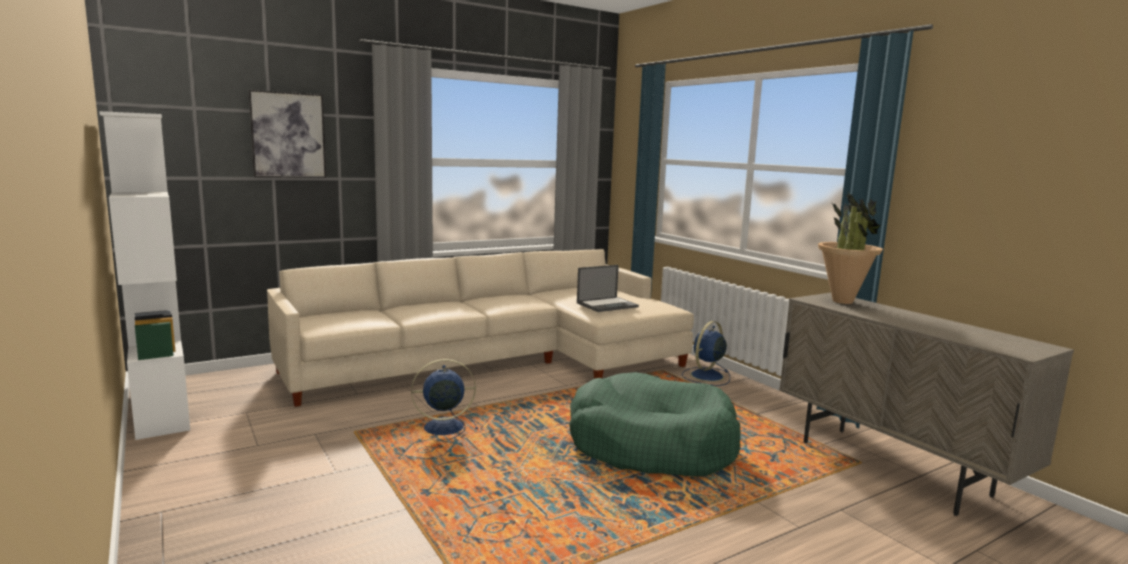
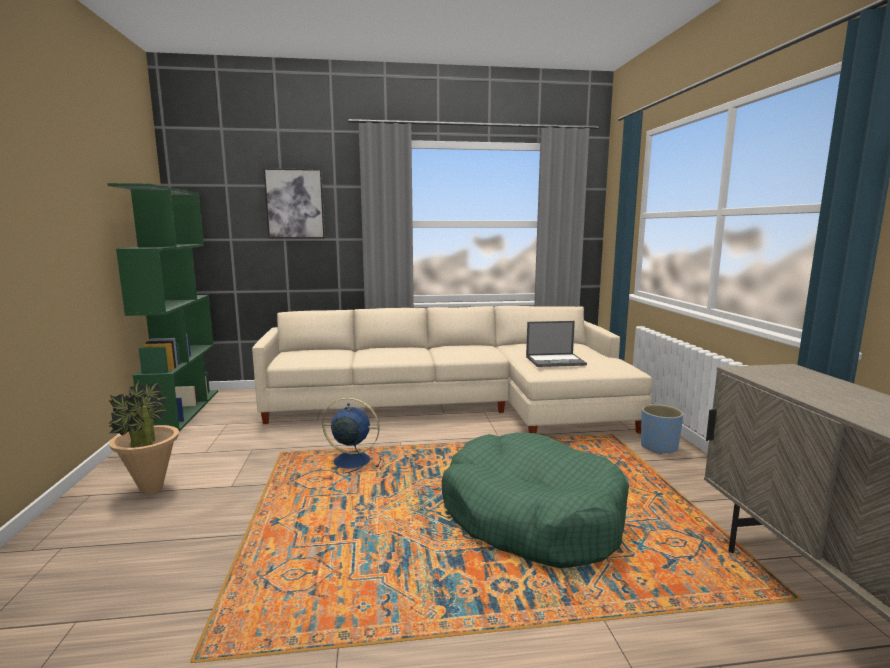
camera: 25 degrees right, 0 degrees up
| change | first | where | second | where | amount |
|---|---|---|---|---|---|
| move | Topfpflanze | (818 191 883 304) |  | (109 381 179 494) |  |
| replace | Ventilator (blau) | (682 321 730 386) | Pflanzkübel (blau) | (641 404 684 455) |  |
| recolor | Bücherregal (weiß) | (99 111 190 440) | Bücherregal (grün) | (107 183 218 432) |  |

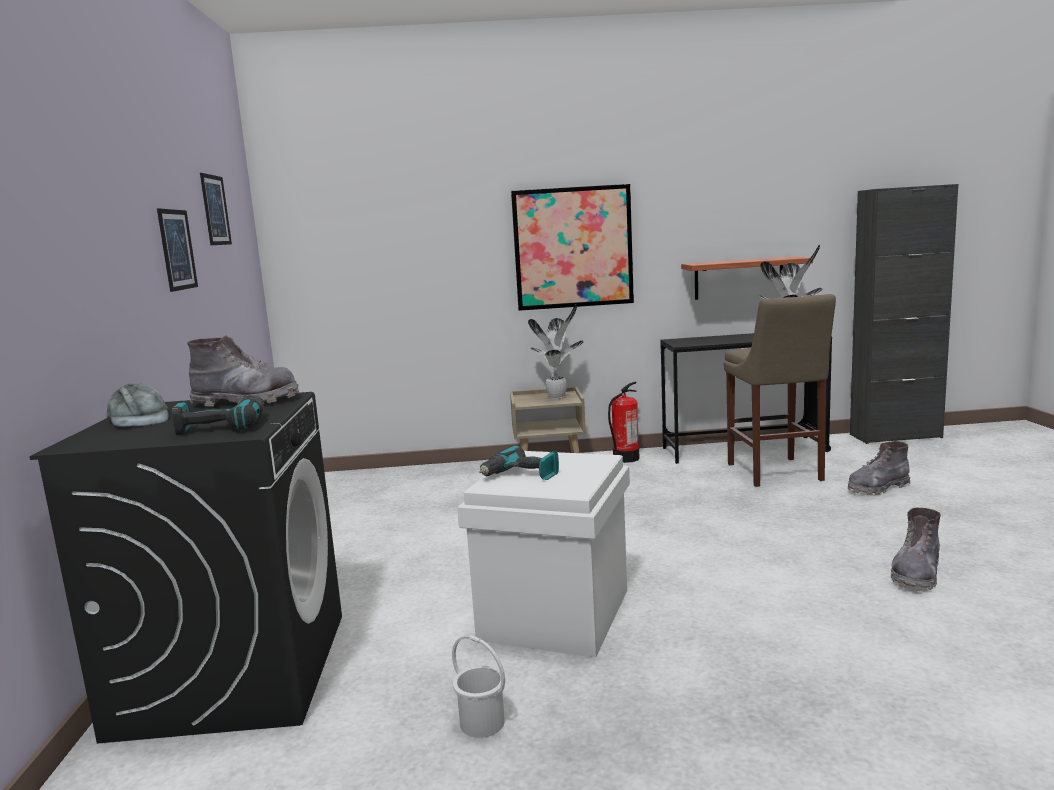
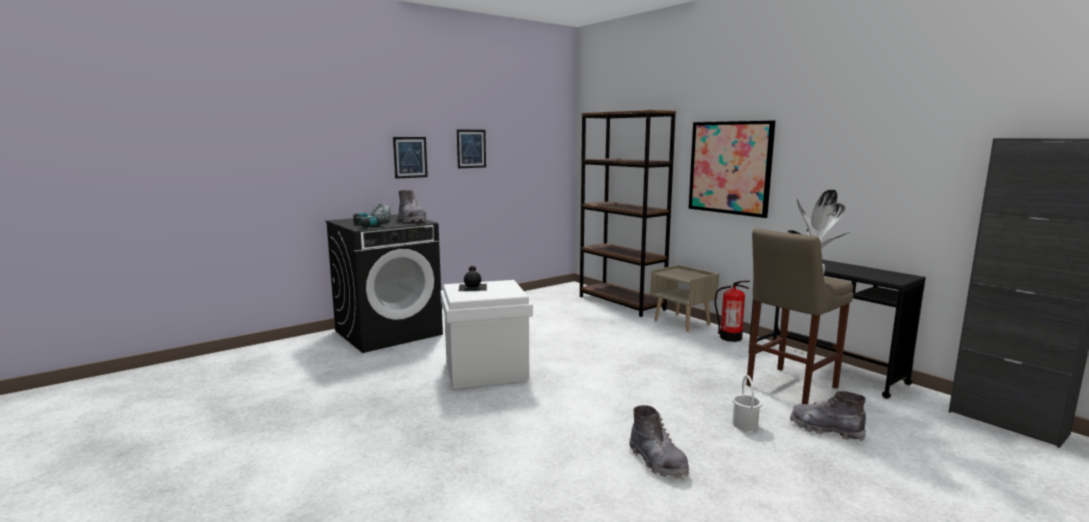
camera: 55 degrees right, 0 degrees up
| change | first | where | second | where | amount |
|---|---|---|---|---|---|
| delete | Topfpflanze | (528 304 584 399) |  |  |  |
| delete | Wandregal | (681 257 813 300) |  |  |  |
| insert |  |  | Bücherregal (braun) | (580 110 676 317) |  |
| move | Bild | (200 173 232 245) |  | (393 137 428 179) |  |
| move | Eimer (weiß) | (452 635 505 738) |  | (732 375 762 431) |  |
| replace | Bohrmaschine | (479 445 559 480) | Flasche (schwarz) | (458 266 487 291) |  |
| rotate | Stiefel (grau) | (891 508 941 591) |  | (629 405 689 478) | 120 degrees counterclockwise |

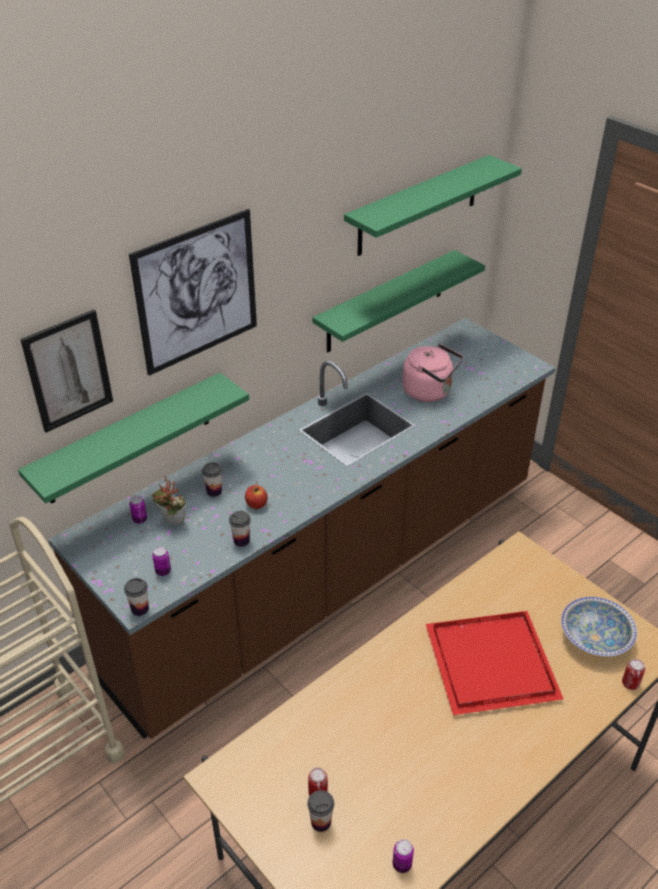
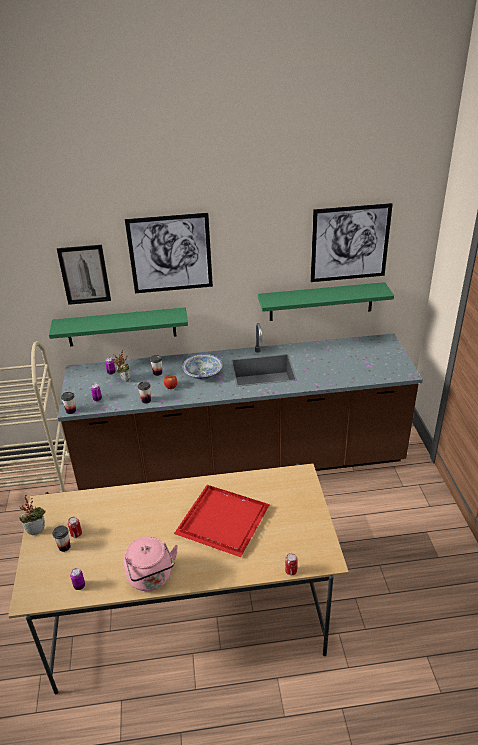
camera: 35 degrees right, 5 degrees down
| change | first | where | second | where | amount |
|---|---|---|---|---|---|
| insert |  |  | Topfpflanze | (19 495 46 535) |  |
| move | Wasserkessel (rosa) | (402 344 463 402) |  | (123 536 178 591) |  |
| move | Schüssel | (561 597 637 657) |  | (183 354 222 379) |  |
| replace | Wandregal (grün) | (344 155 522 256) | Bild | (311 203 393 282) |  |

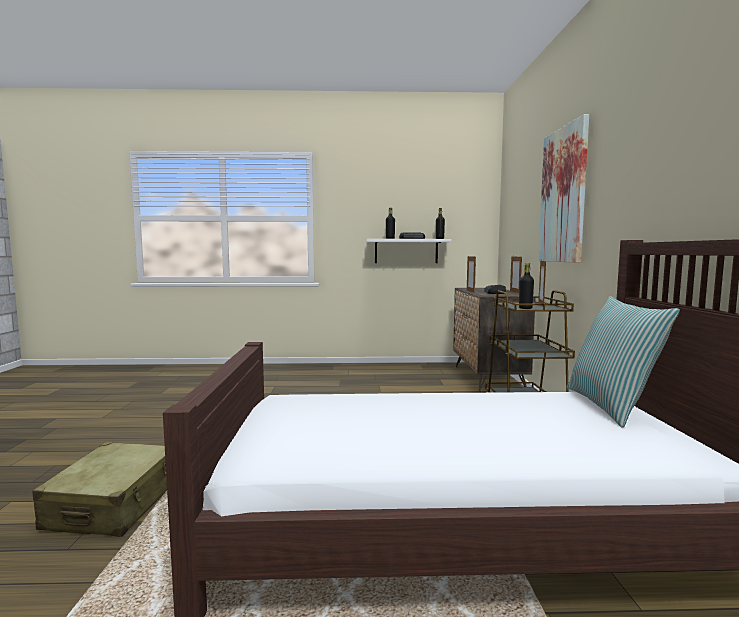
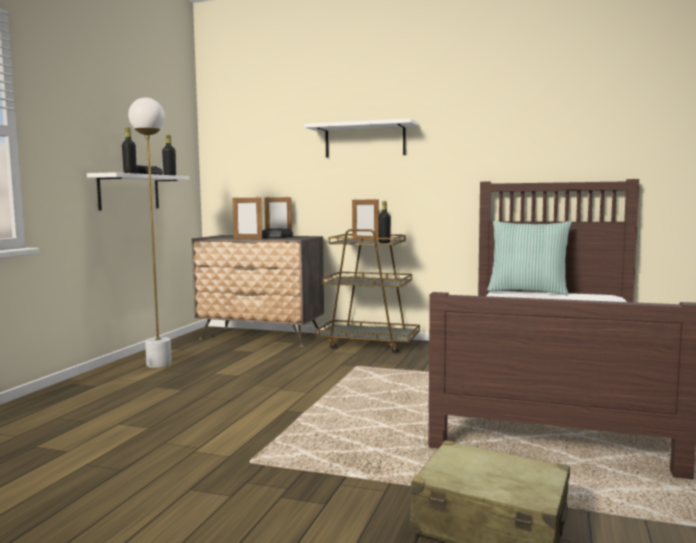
camera: 70 degrees left, 0 degrees up
| change | first | where | second | where | amount |
|---|---|---|---|---|---|
| insert |  |  | Stehlampe (weiß) | (128 97 172 368) |  |
| replace | Bild | (538 114 589 263) | Wandregal (weiß) | (304 118 418 158) |  |

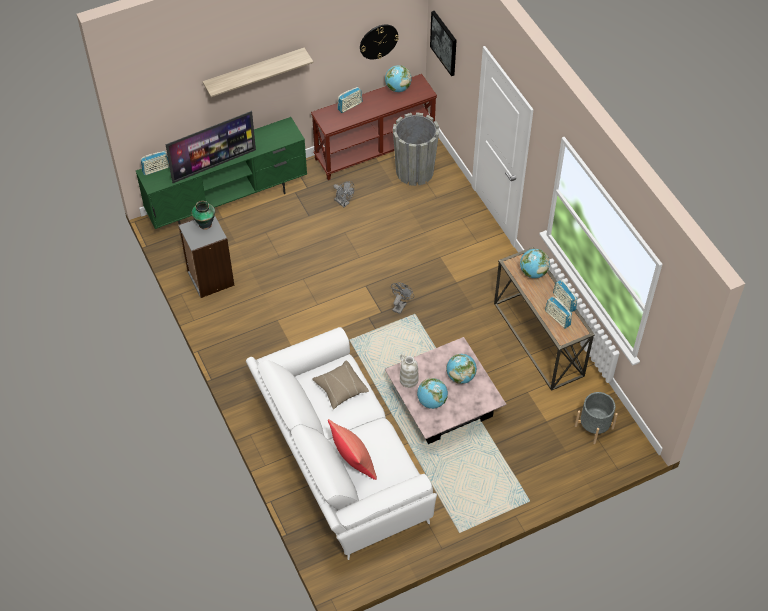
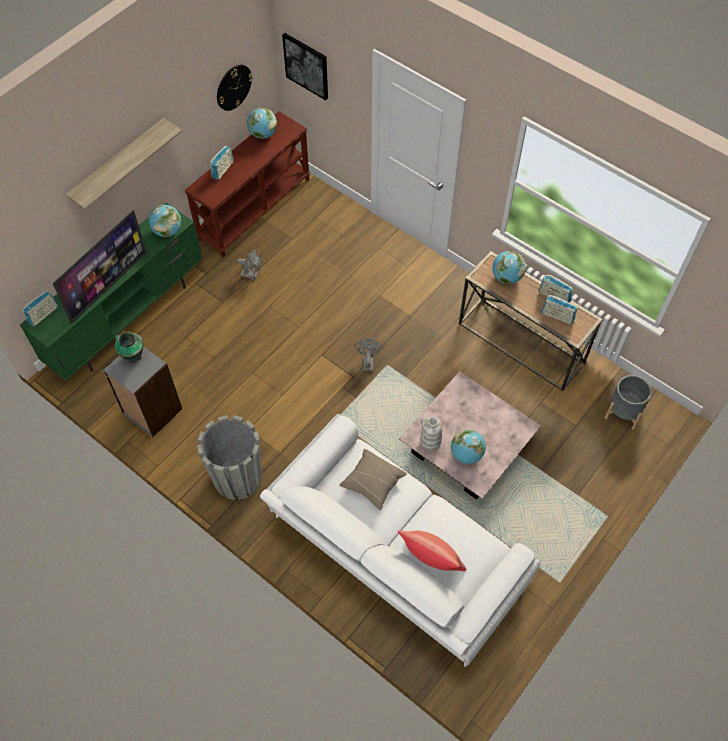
camera: 25 degrees left, 5 degrees up
| change | first | where | second | where | amount |
|---|---|---|---|---|---|
| move | Pflanzkübel (grau) | (393 112 439 186) |  | (197 415 262 500) |  |
| move | Globus | (446 354 477 384) |  | (148 205 181 237) |  |

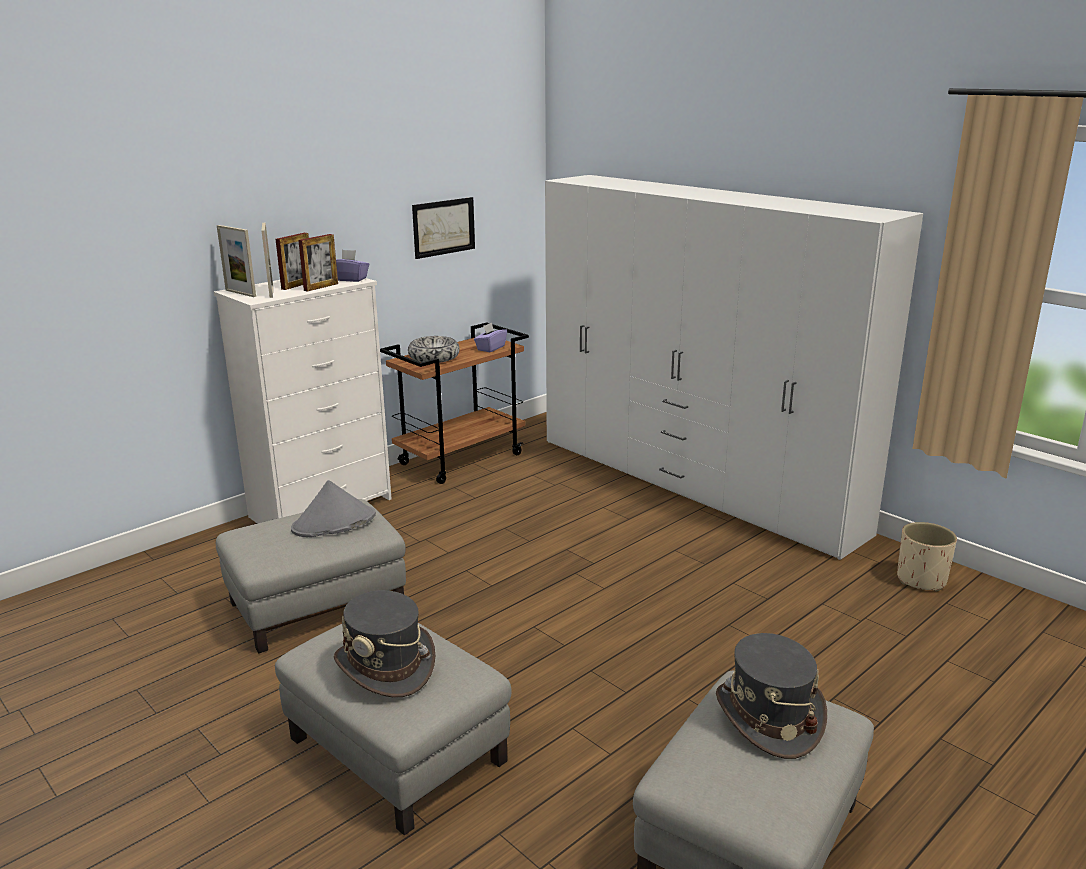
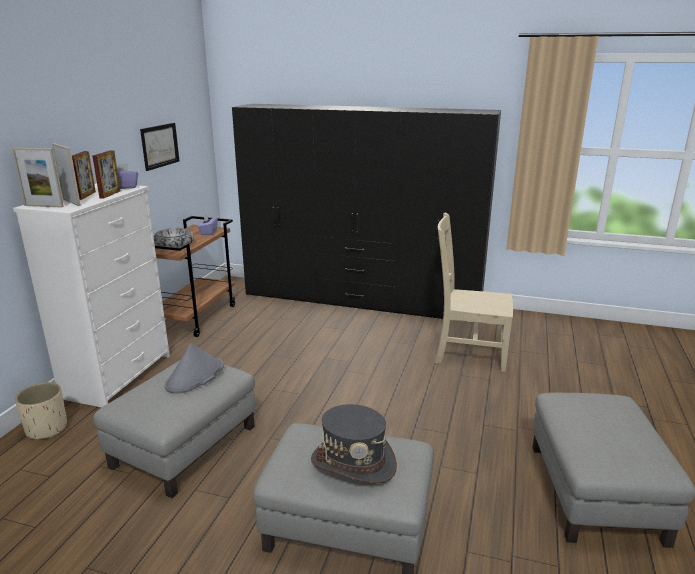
camera: 30 degrees left, 0 degrees up
| change | first | where | second | where | amount |
|---|---|---|---|---|---|
| delete | Hut (grau) | (716 633 827 759) |  |  |  |
| insert |  |  | Stuhl (beige) | (434 212 513 372) |  |
| move | Pflanzkübel (beige) | (897 522 957 592) |  | (15 382 67 439) |  |
| recolor | Kleiderschrank (weiß) | (545 175 923 560) | Kleiderschrank (schwarz) | (232 104 501 323) |  |

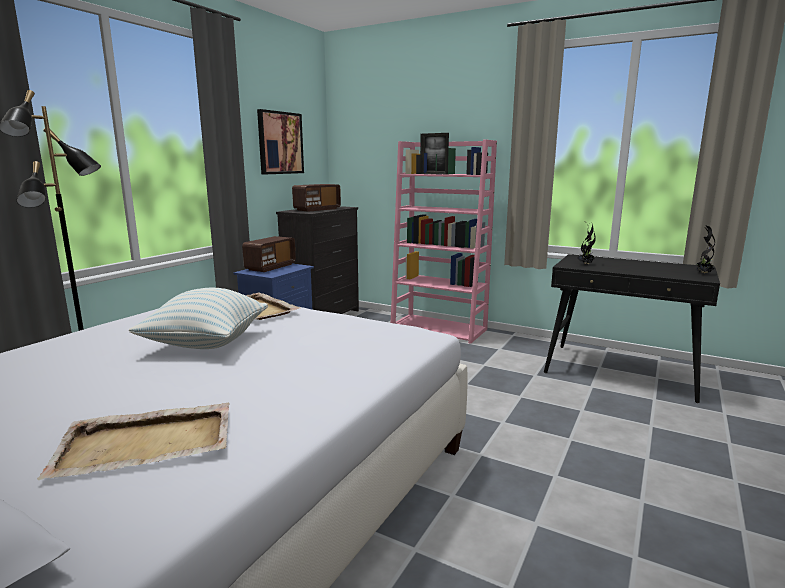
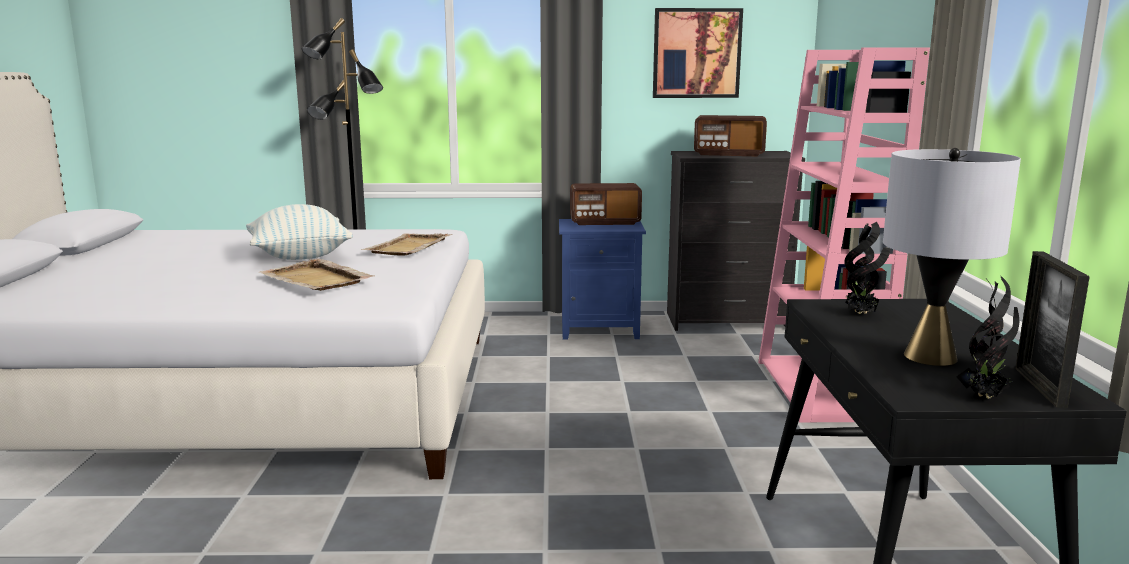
camera: 60 degrees right, 0 degrees up
| change | first | where | second | where | amount |
|---|---|---|---|---|---|
| insert |  |  | Tischlampe (grau) | (883 148 1021 366) |  |
| move | Tablett (beige) | (37 403 230 480) |  | (260 258 374 291) |  |
| move | Bilderrahmen | (420 133 449 174) |  | (1015 251 1090 408) |  |

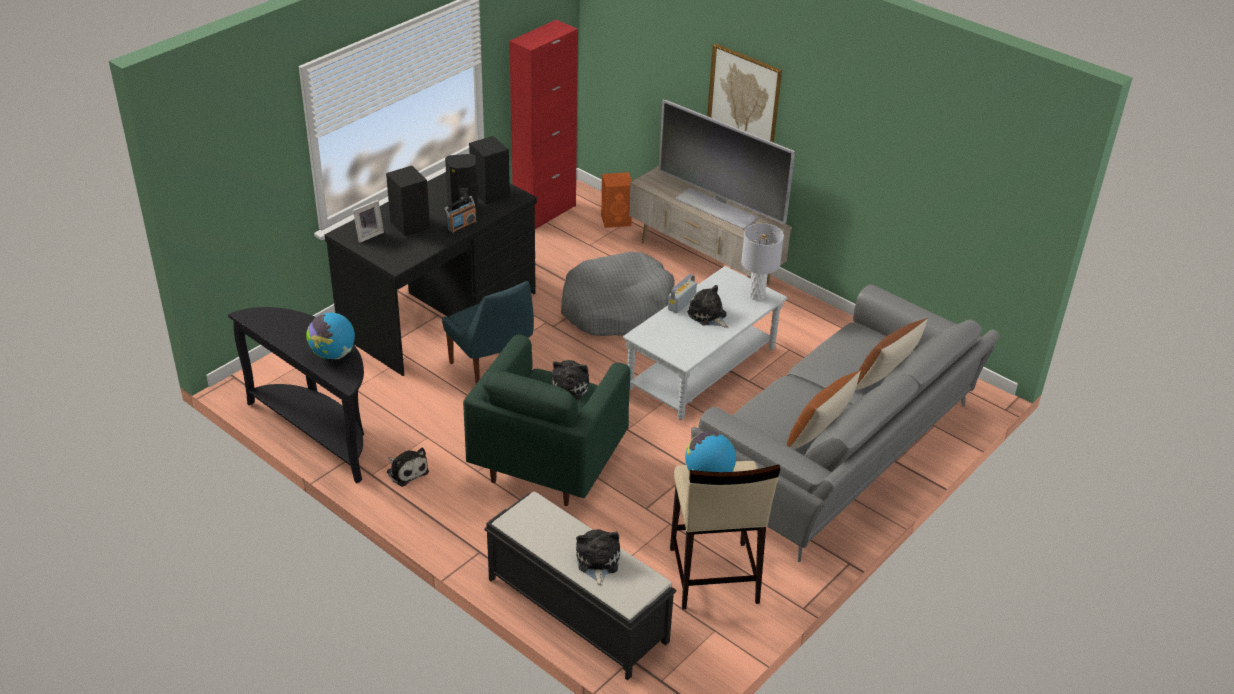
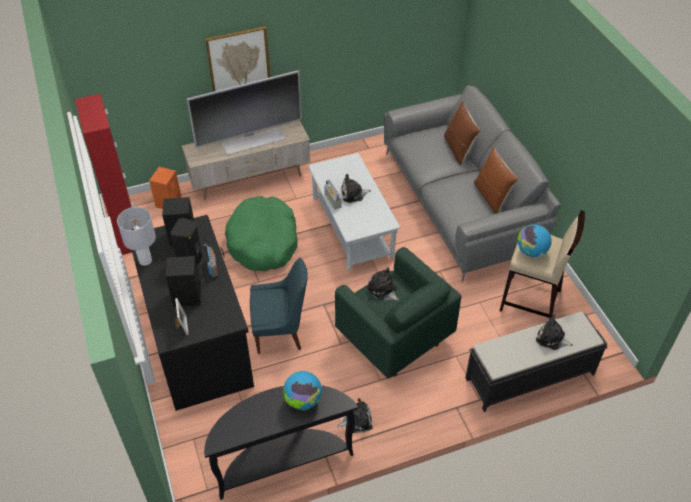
camera: 60 degrees left, 10 degrees up
| change | first | where | second | where | amount |
|---|---|---|---|---|---|
| move | Tischlampe (grau) | (741 223 784 301) |  | (117 207 156 265) |  |
| recolor | Hundebett (grau) | (561 252 675 336) | Hundebett (grün) | (225 196 298 271) |  |

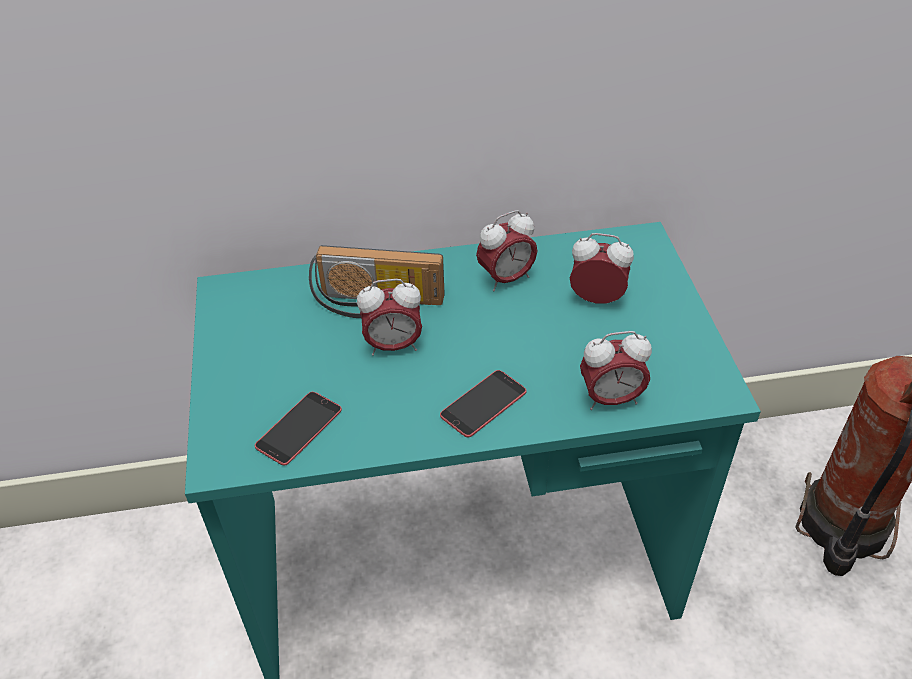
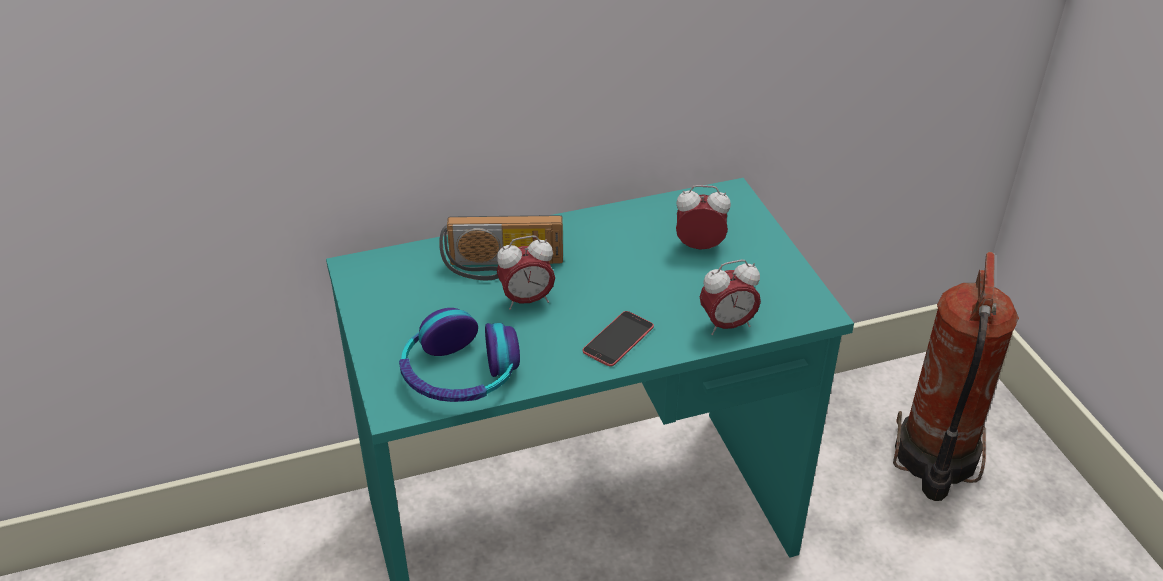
camera: 10 degrees left, 5 degrees down
| change | first | where | second | where | amount |
|---|---|---|---|---|---|
| delete | Wecker | (476 210 537 291) |  |  |  |
| replace | Handy | (255 392 342 466) | Kopfhörer | (399 308 520 402) |  |

